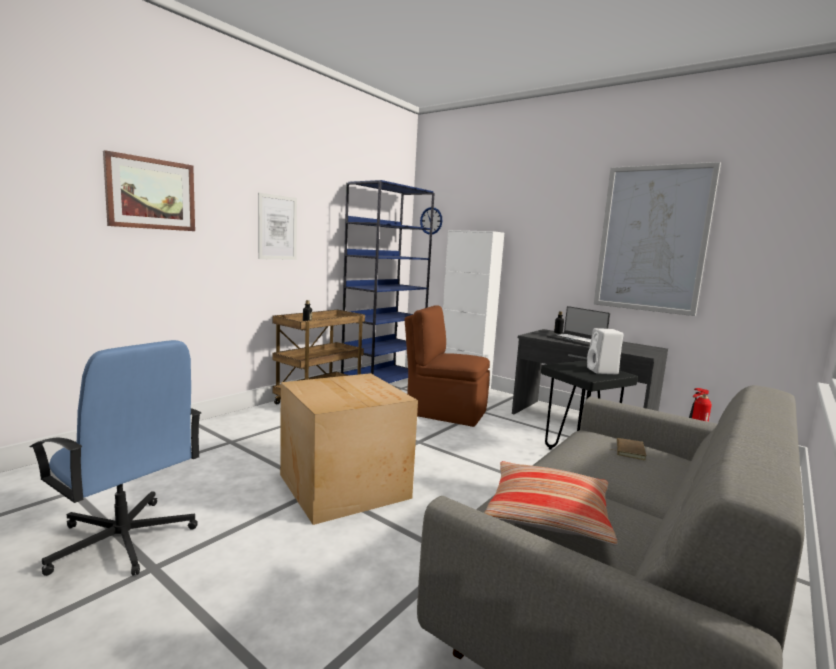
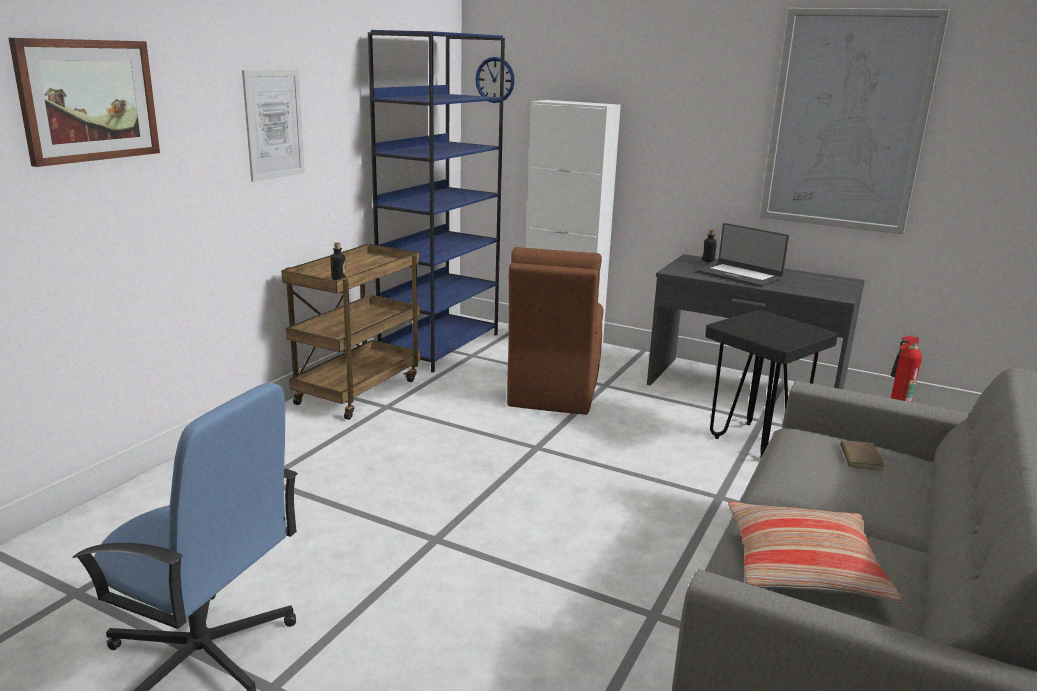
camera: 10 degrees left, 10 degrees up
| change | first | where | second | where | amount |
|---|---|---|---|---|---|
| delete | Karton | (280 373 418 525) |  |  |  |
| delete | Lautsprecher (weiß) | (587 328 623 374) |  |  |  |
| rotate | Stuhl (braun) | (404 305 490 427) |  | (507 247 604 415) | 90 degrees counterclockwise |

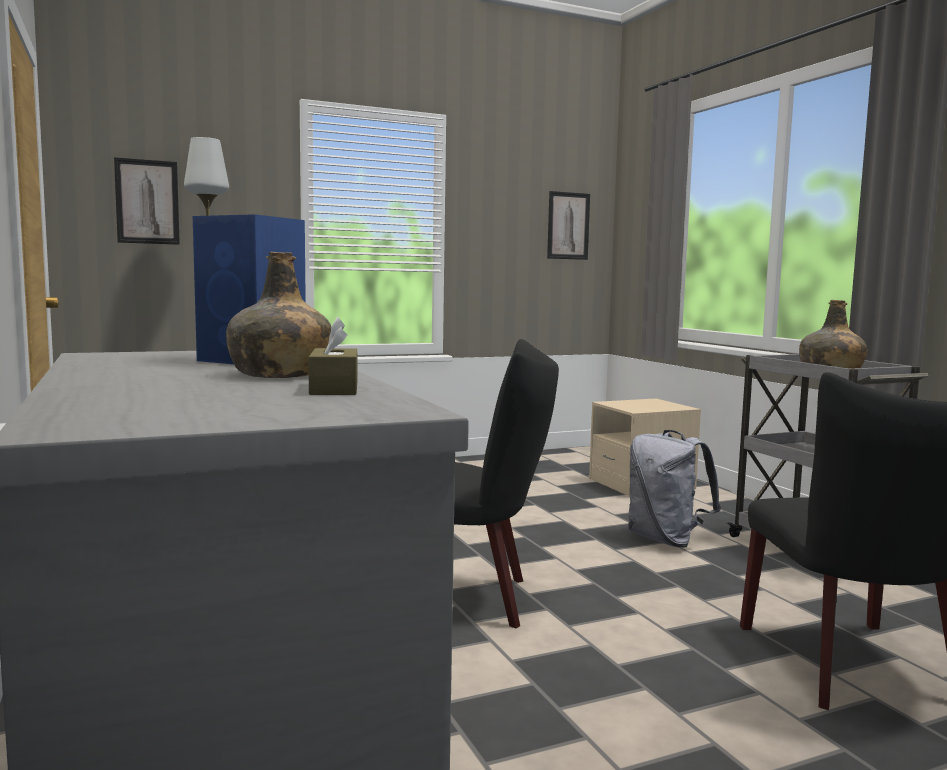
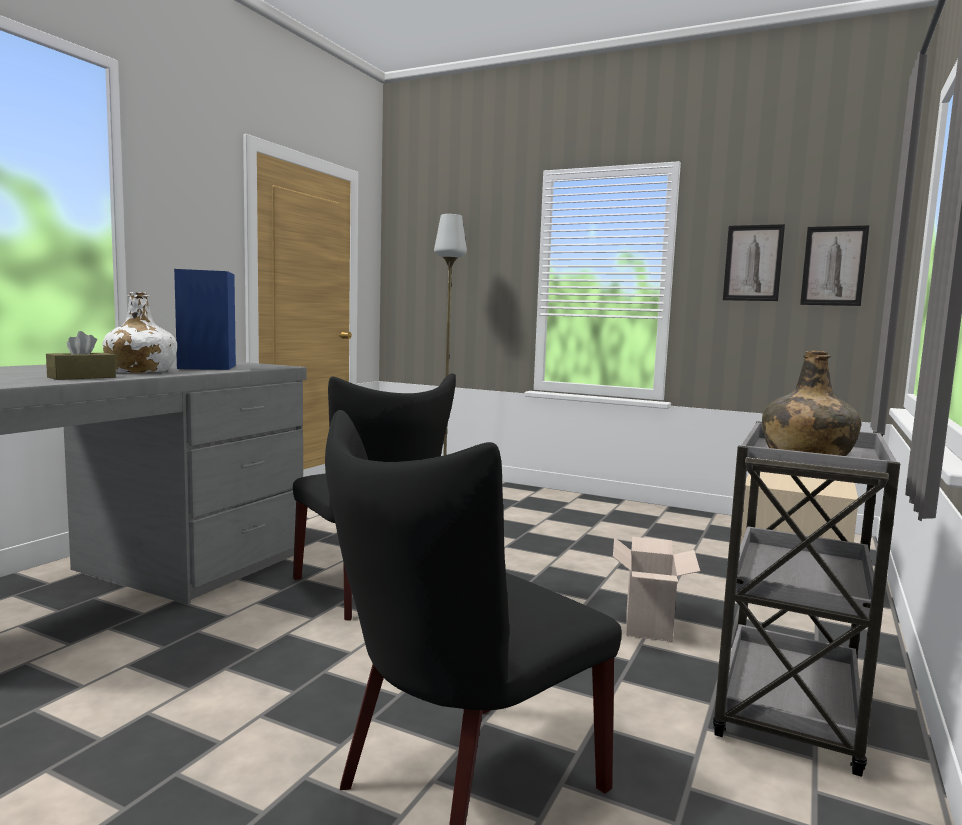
camera: 50 degrees right, 0 degrees up
| change | first | where | second | where | amount |
|---|---|---|---|---|---|
| move | Bild | (114 157 180 245) |  | (723 224 785 301) |  |
| replace | Rucksack (grau) | (628 430 721 548) | Karton | (613 537 700 642) |  |
| recolor | Flasche (grün) | (226 252 331 378) | Flasche (weiß) | (103 292 177 373) |  |

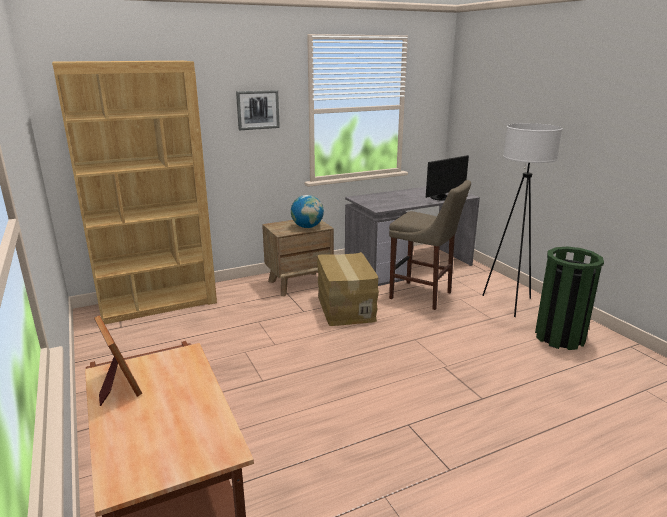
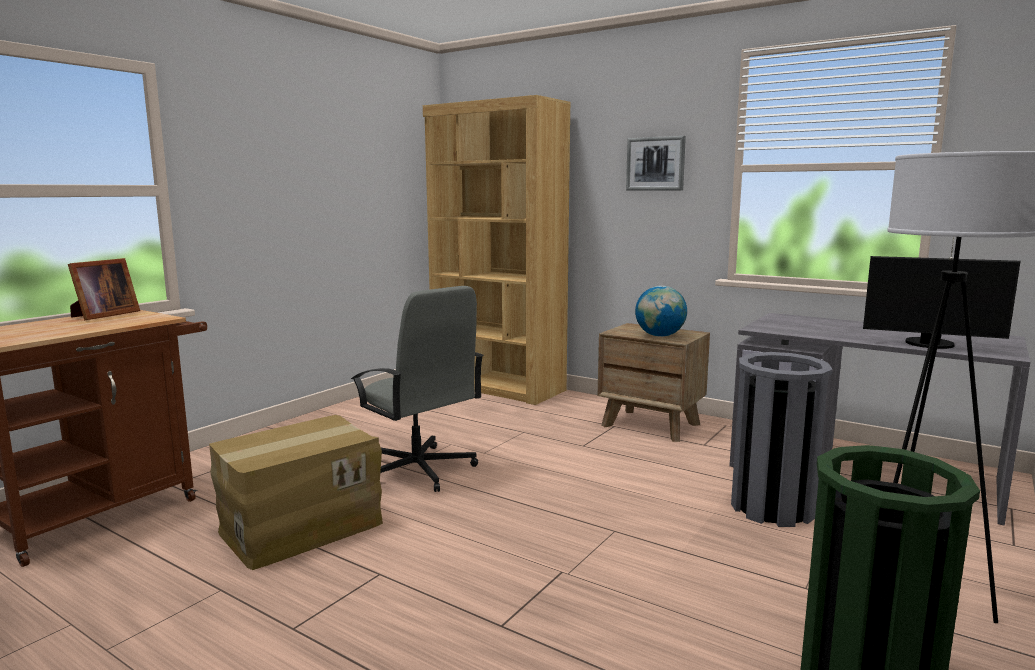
camera: 60 degrees right, 10 degrees down
| change | first | where | second | where | amount |
|---|---|---|---|---|---|
| insert |  |  | Bürostuhl (grau) | (351 286 484 492) |  |
| move | Karton | (317 252 379 326) |  | (209 415 383 570) |  |
| replace | Hocker (beige) | (389 180 471 310) | Mülleimer (grau) | (731 352 832 527) |  |

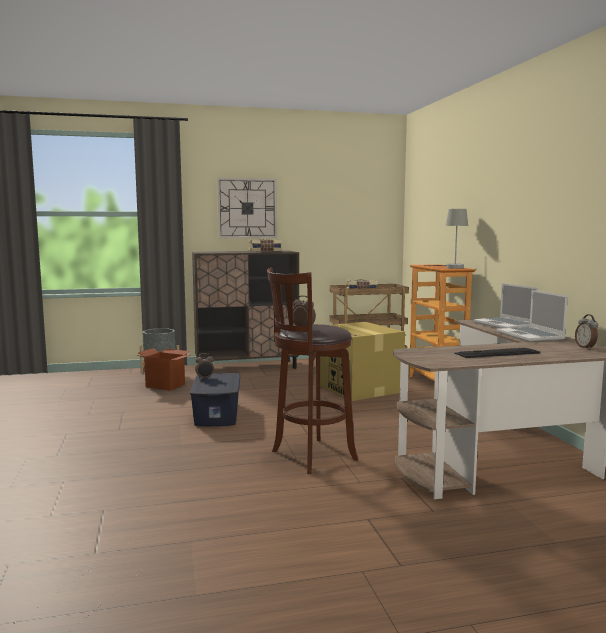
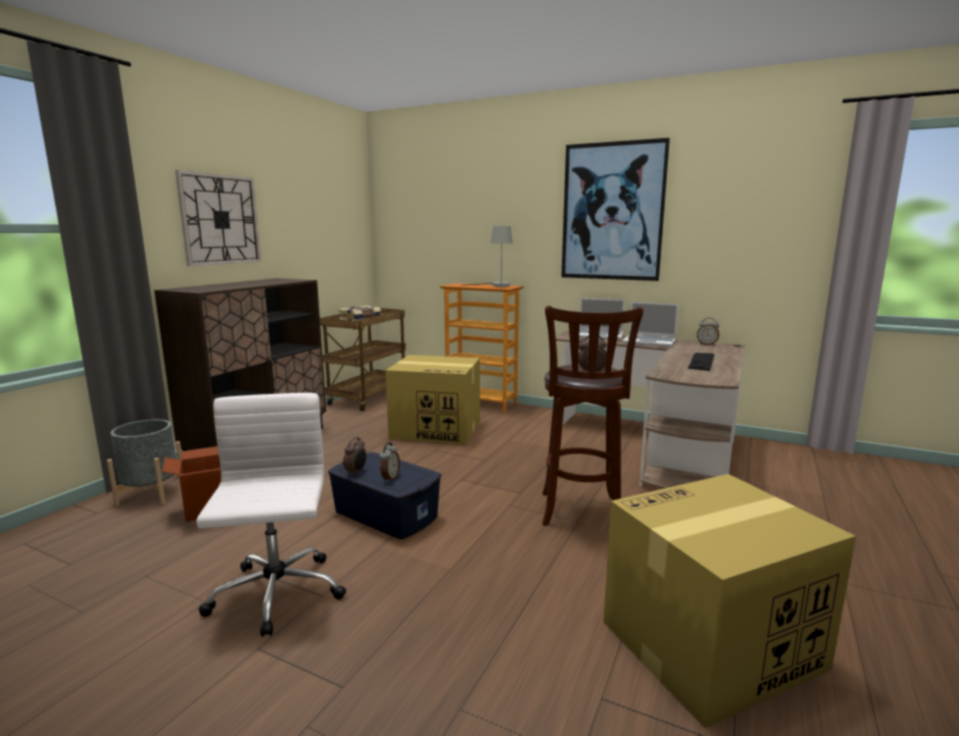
camera: 50 degrees left, 5 degrees up
| change | first | where | second | where | amount |
|---|---|---|---|---|---|
| delete | Buch | (248 239 282 252) |  |  |  |
| insert |  |  | Bürostuhl (weiß) | (196 393 346 637) |  |
| insert |  |  | Wecker | (379 442 400 483) |  |
| insert |  |  | Bild | (561 138 670 281) |  |
| insert |  |  | Karton | (603 474 856 728) |  |

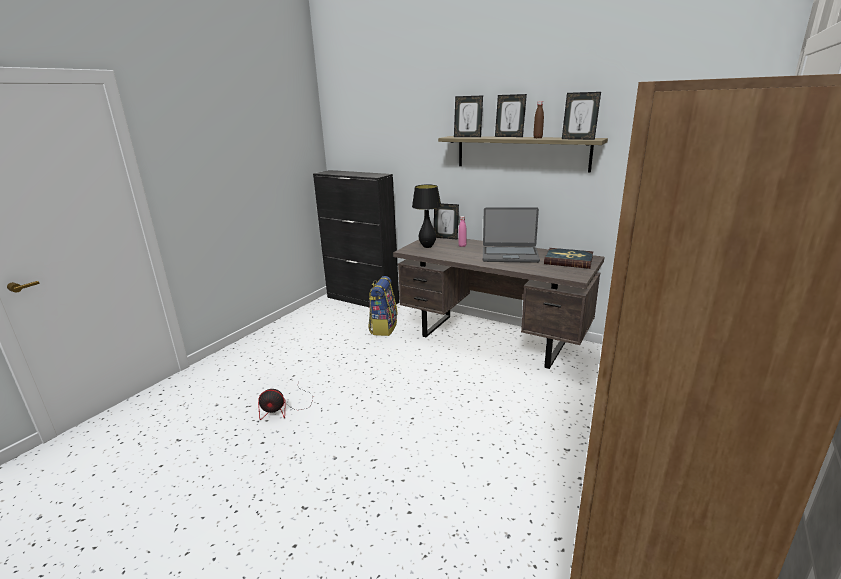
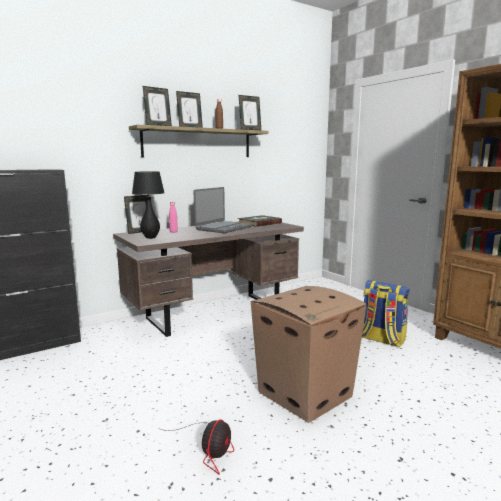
camera: 65 degrees left, 10 degrees down
| change | first | where | second | where | amount |
|---|---|---|---|---|---|
| insert |  |  | Karton | (251 286 366 423) |  |
| move | Rucksack | (368 276 398 336) |  | (362 280 410 347) |  |

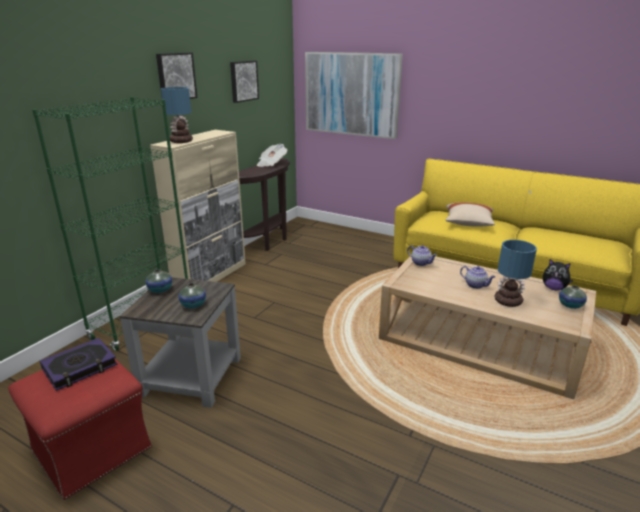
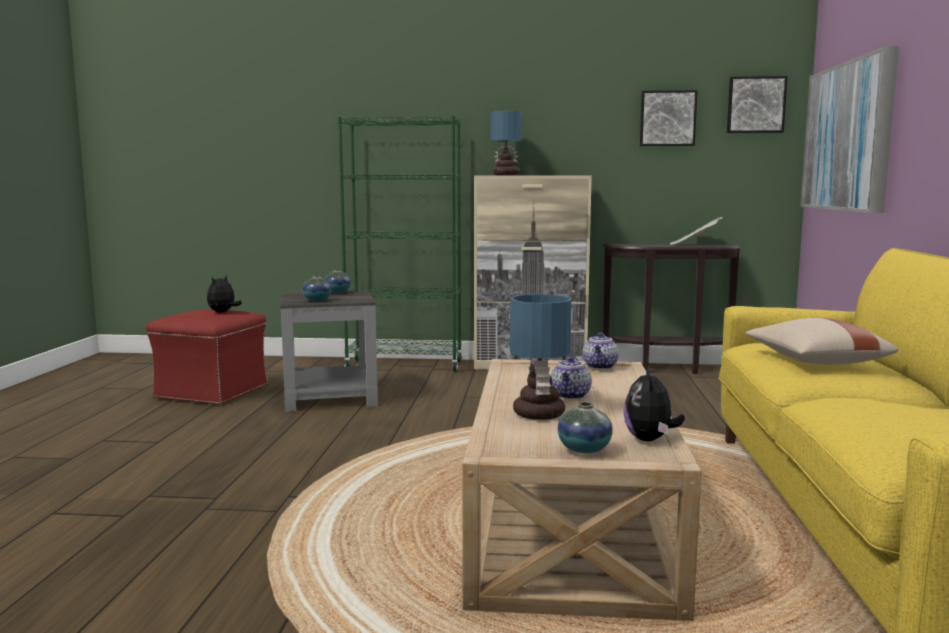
camera: 65 degrees right, 15 degrees down
| change | first | where | second | where | amount |
|---|---|---|---|---|---|
| move | Bild | (156 53 197 99) |  | (727 76 788 133) |  |
| replace | Buch | (40 338 117 391) | Plüschtier | (207 275 242 312) |  |

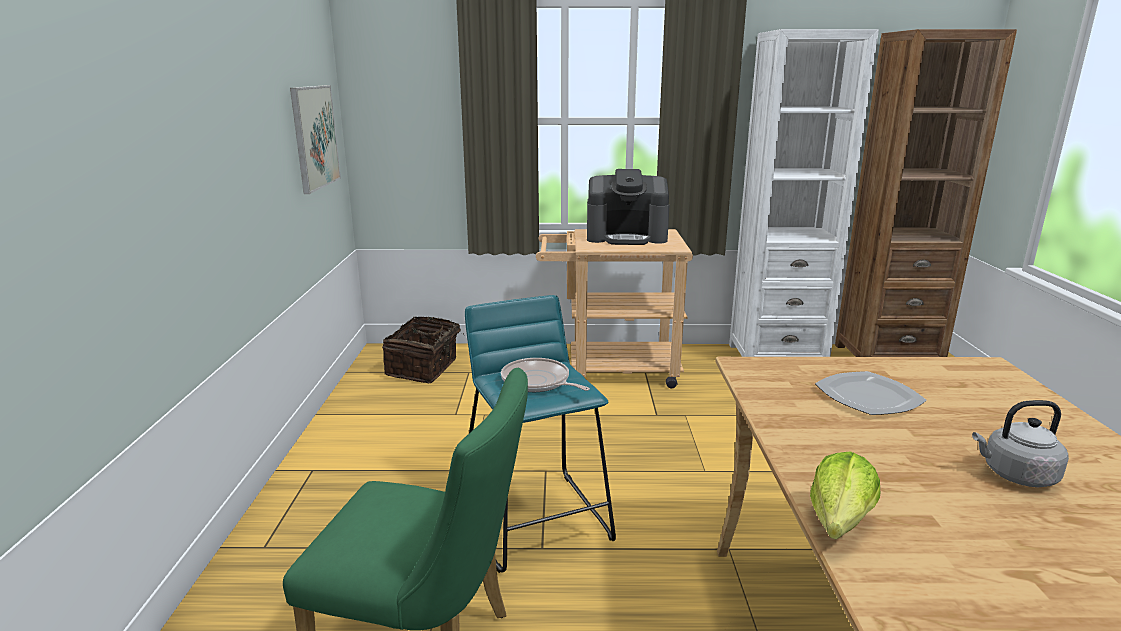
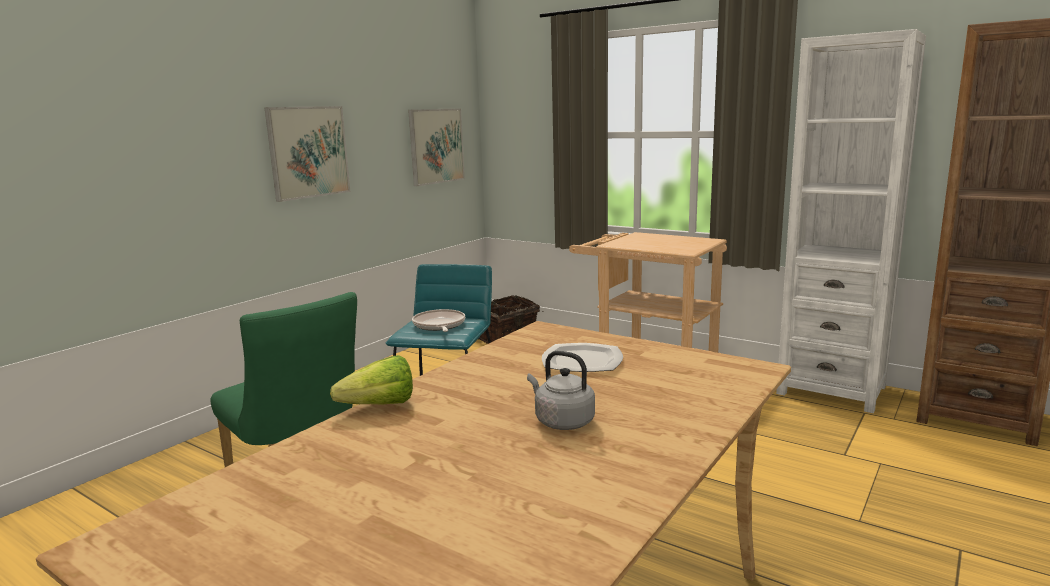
camera: 35 degrees right, 5 degrees down
| change | first | where | second | where | amount |
|---|---|---|---|---|---|
| delete | Kaffeemaschine | (587 169 669 245) |  |  |  |
| insert |  |  | Bild | (264 106 350 202) |  |

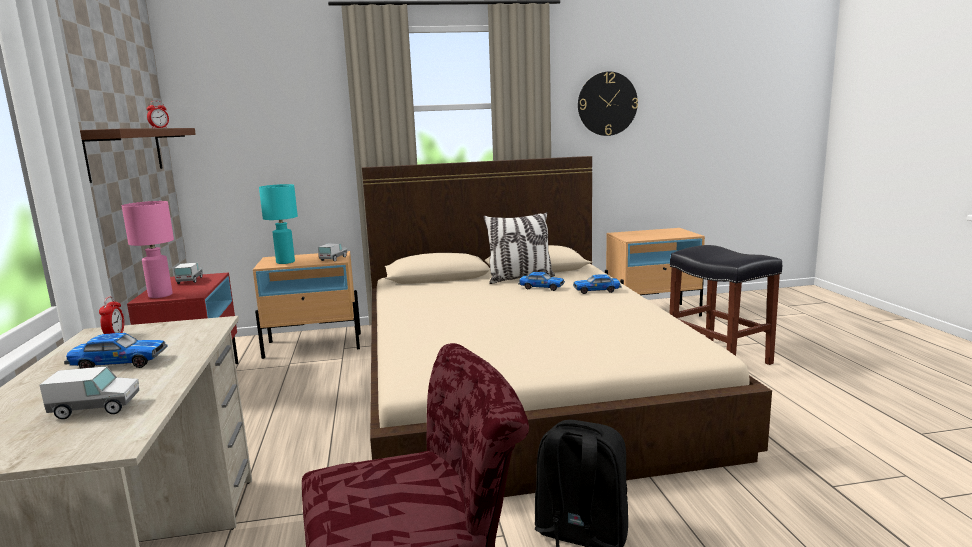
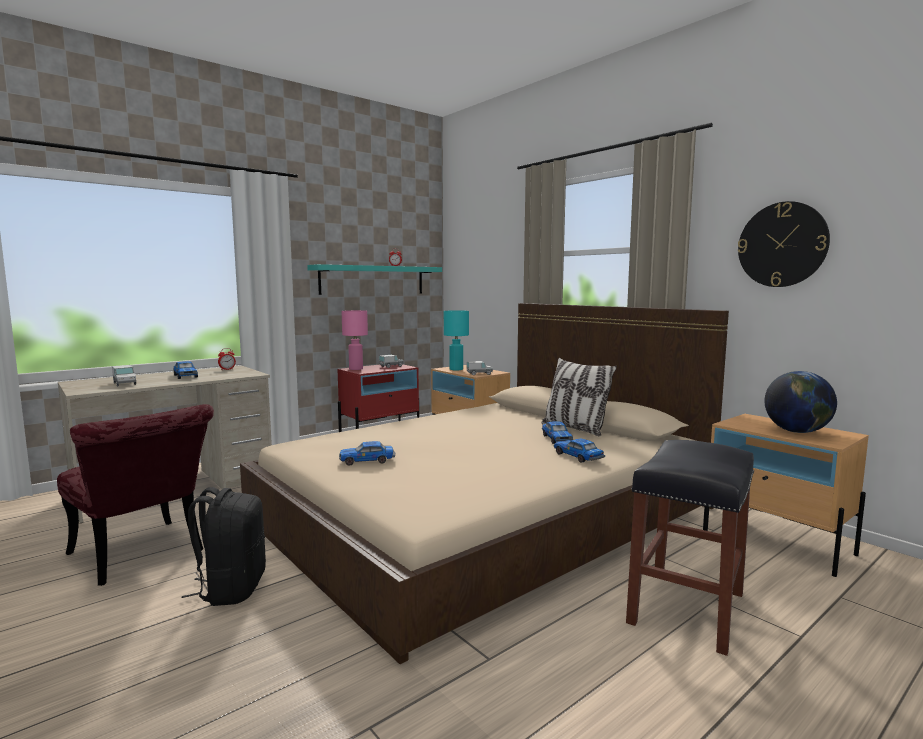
camera: 60 degrees right, 5 degrees down
| change | first | where | second | where | amount |
|---|---|---|---|---|---|
| insert |  |  | Spielzeugauto | (339 441 395 466) |  |
| insert |  |  | Globus | (764 371 837 433) |  |
| recolor | Wandregal (braun) | (80 128 196 183) | Wandregal (türkis) | (307 264 442 295) |  |

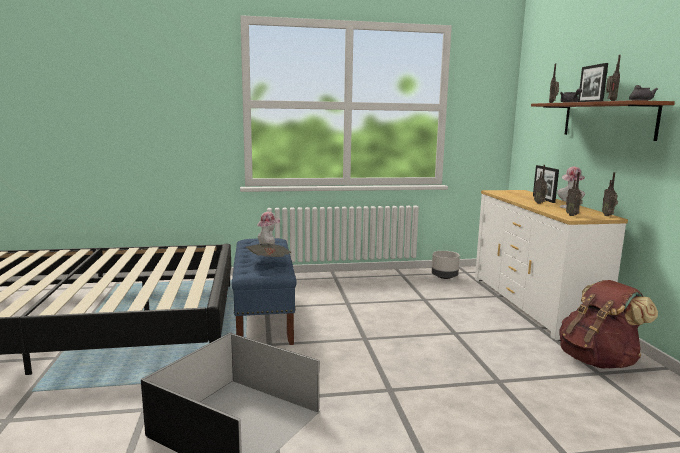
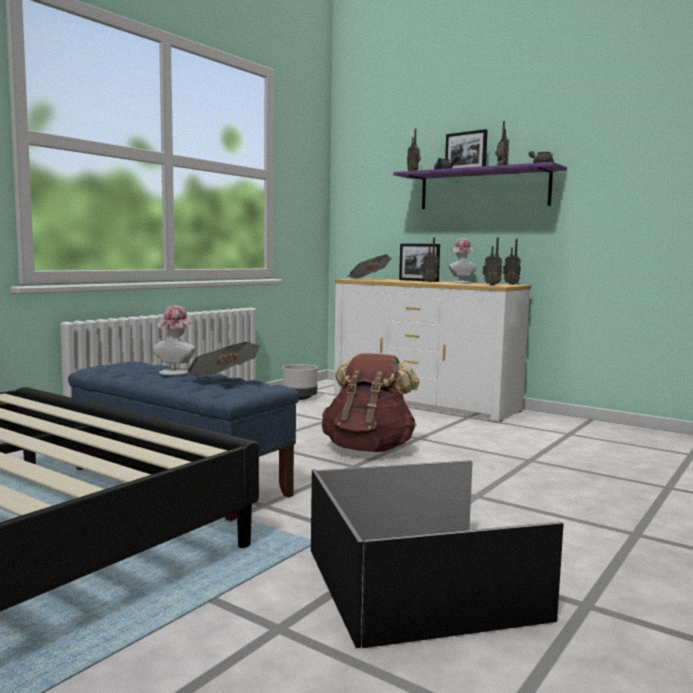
camera: 45 degrees left, 5 degrees down
| change | first | where | second | where | amount |
|---|---|---|---|---|---|
| insert |  |  | Zeitung | (348 254 392 279) |  |
| move | Rucksack (braun) | (559 280 658 369) |  | (322 353 419 452) |  |
| recolor | Wandregal (braun) | (531 100 675 141) | Wandregal (lila) | (393 162 567 209) |  |

